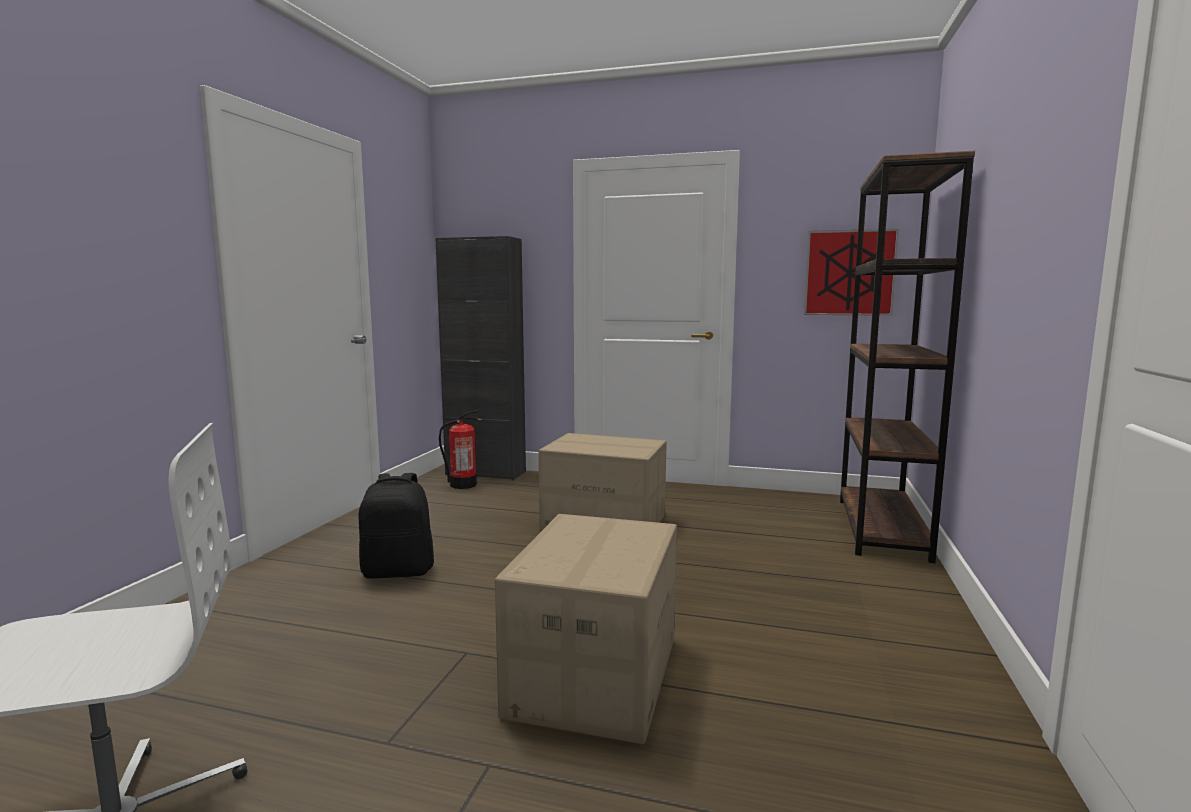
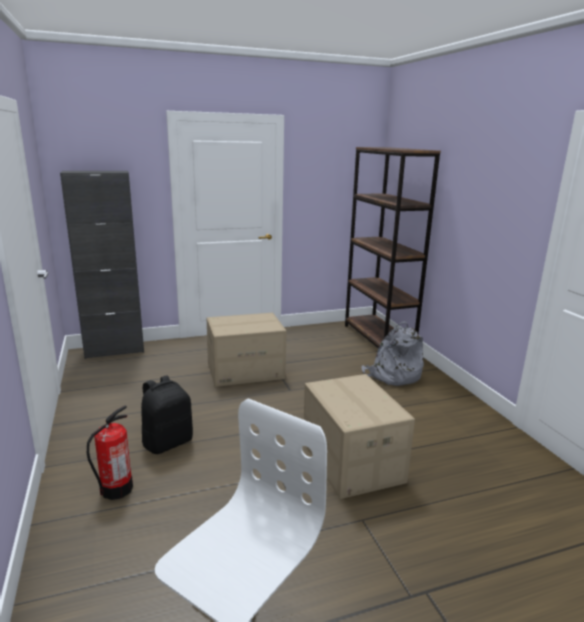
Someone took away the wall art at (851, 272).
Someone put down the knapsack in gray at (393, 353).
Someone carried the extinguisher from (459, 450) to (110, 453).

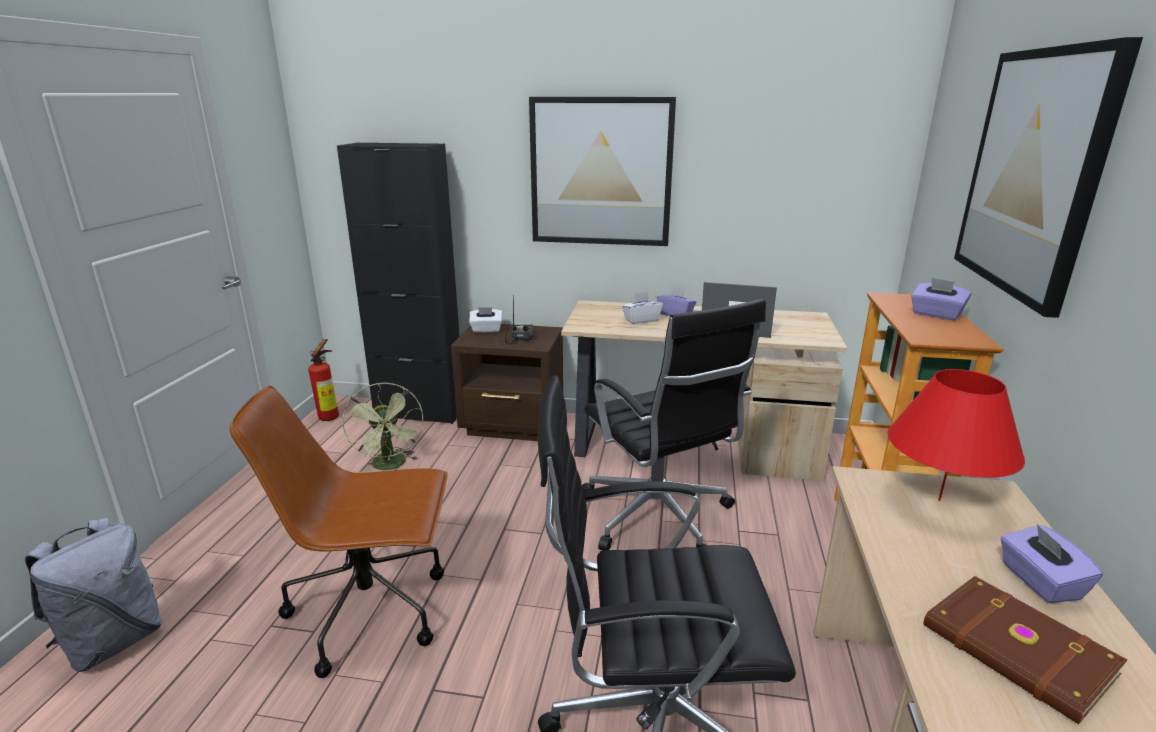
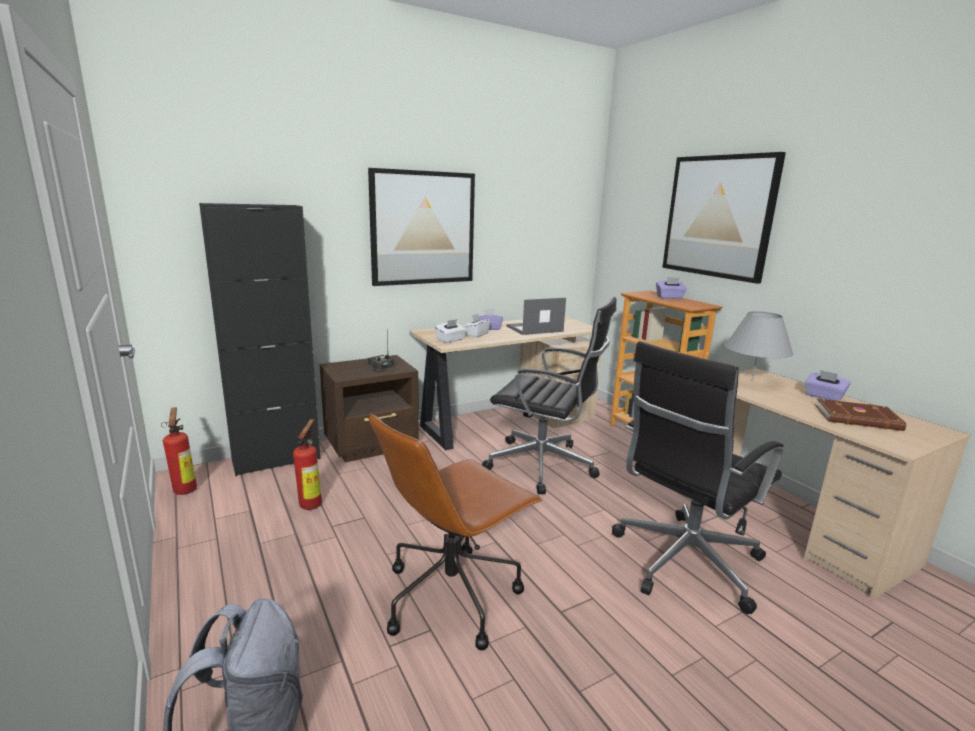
Someone carried the box of tissues in whitish from (485, 320) to (450, 331).
Someone swapped the fan in greenish at (383, 428) for the extinguisher at (307, 464).
Someone repainted the tabletop lamp in reddish at (956, 435), which became the tabletop lamp in gray at (759, 346).

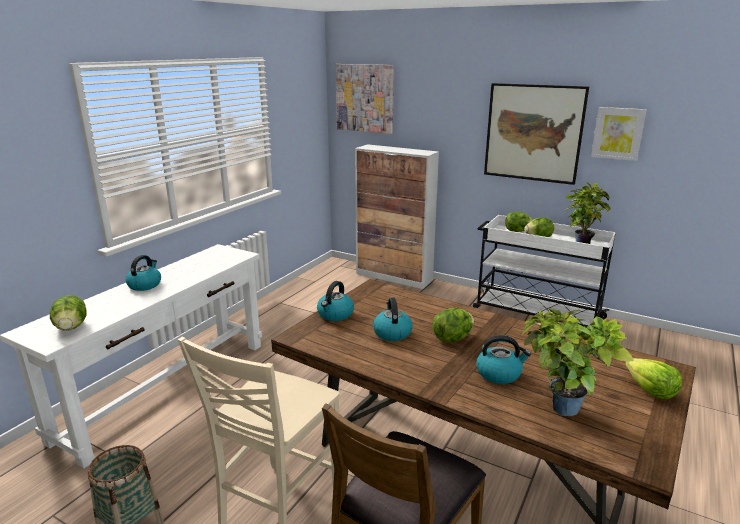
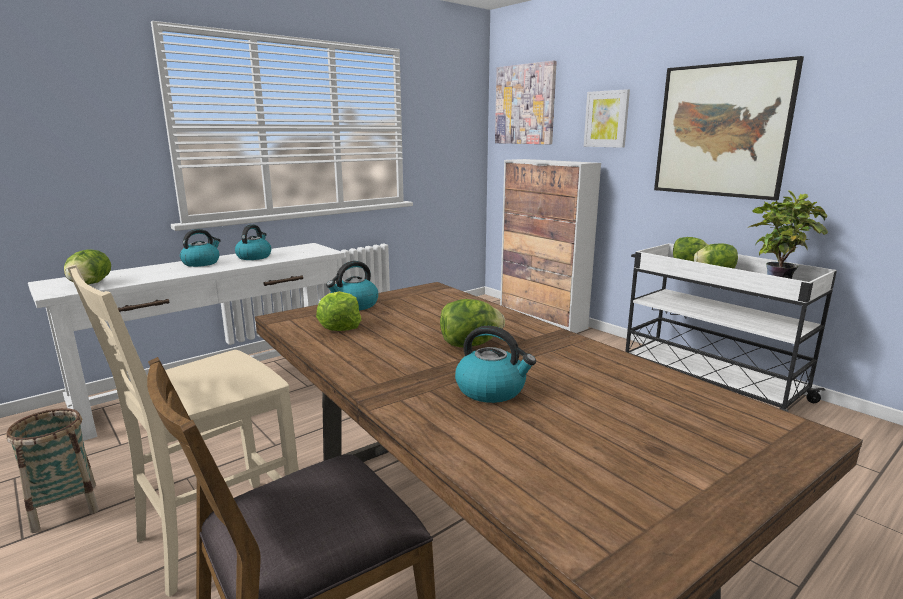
Someone took away the plant in a pot at (578, 362).
Someone carried the kettle from (393, 319) to (253, 242).
Someone carried the wall art from (619, 134) to (607, 118).
Someone carried the lettuce head from (653, 378) to (338, 311).

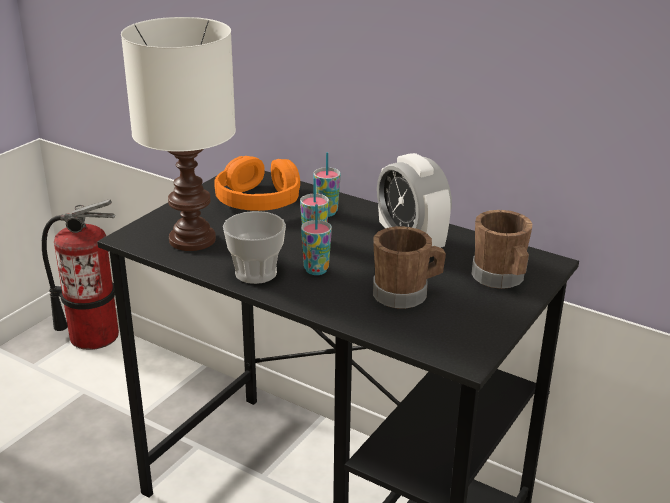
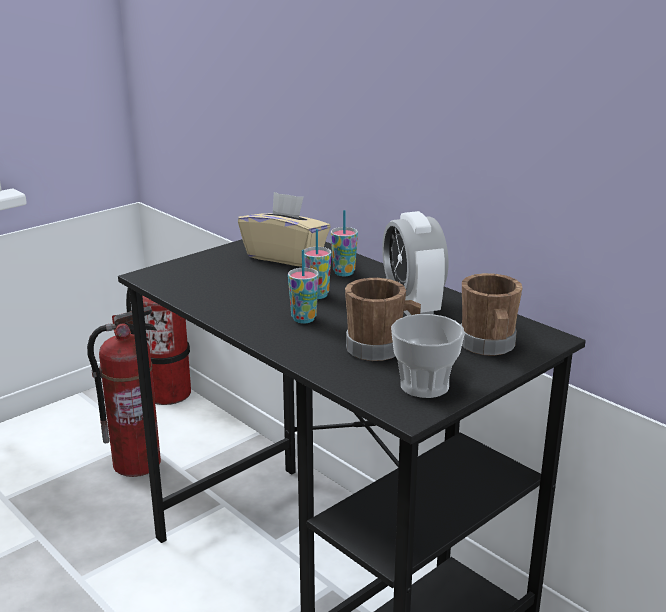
Someone took away the tabletop lamp in whitish at (178, 134).
Someone put down the extinguisher at (124, 391).
Someone carried the cup from (254, 247) to (428, 356).
Someone swapped the headphones in orangey at (257, 183) for the box of tissues in beige-coloured at (284, 229).

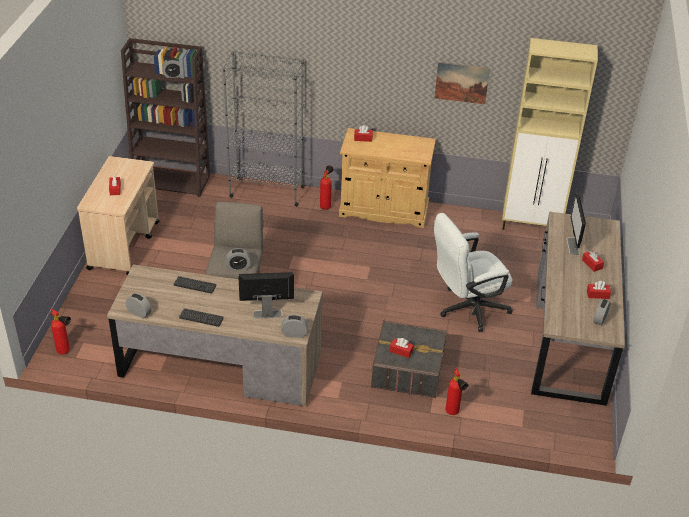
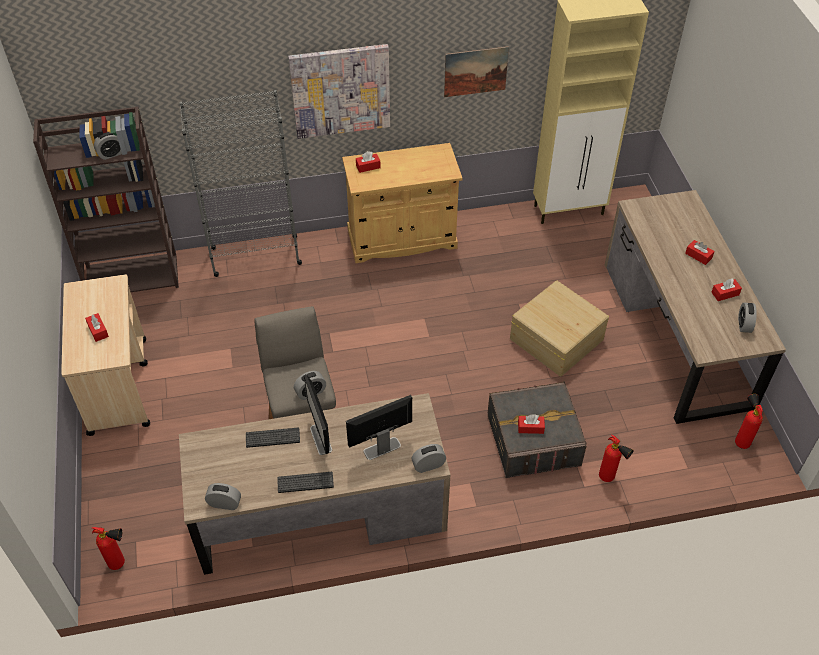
Someone put up the wall art at (339, 91).
Someone carried the extinguisher from (327, 187) to (749, 421).
Someone carried the computer screen from (576, 224) to (318, 414).
Someone swapped the computer chair in whitish at (473, 272) for the storage container in beige-coloured at (559, 329).

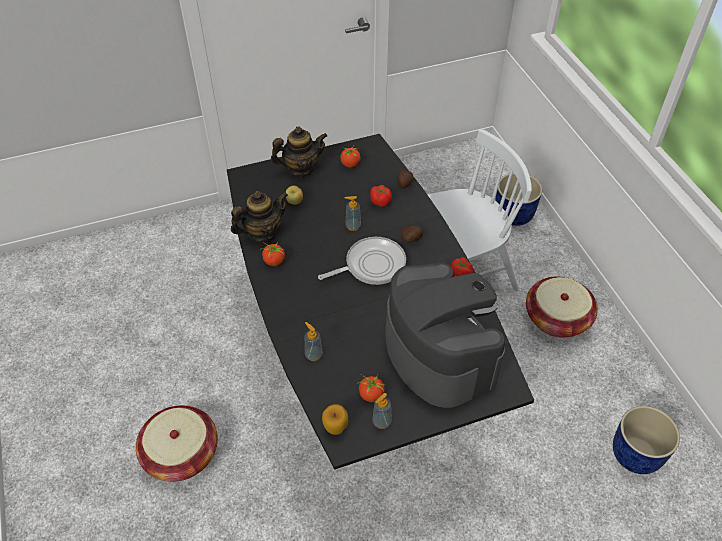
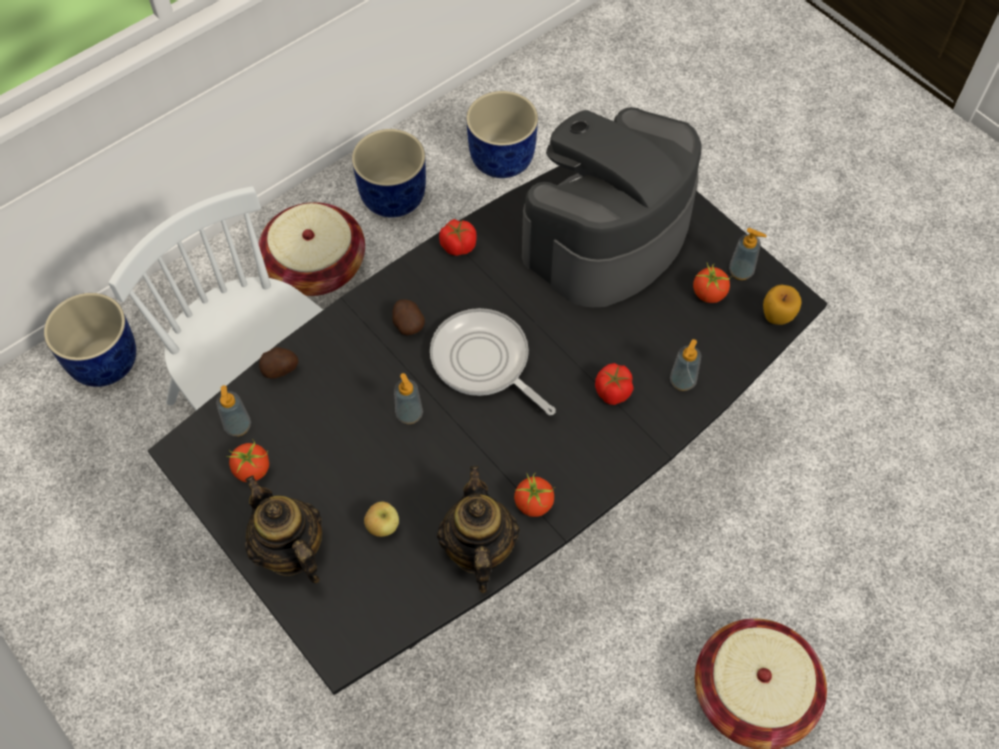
Someone put down the liquid soap bottle at (233, 410).
Someone put down the flower pot in blue at (389, 173).
Someone carried the fresh tomato from (381, 196) to (614, 384).
Someone rotated the pot for tea at (259, 217) by 45 degrees clockwise.

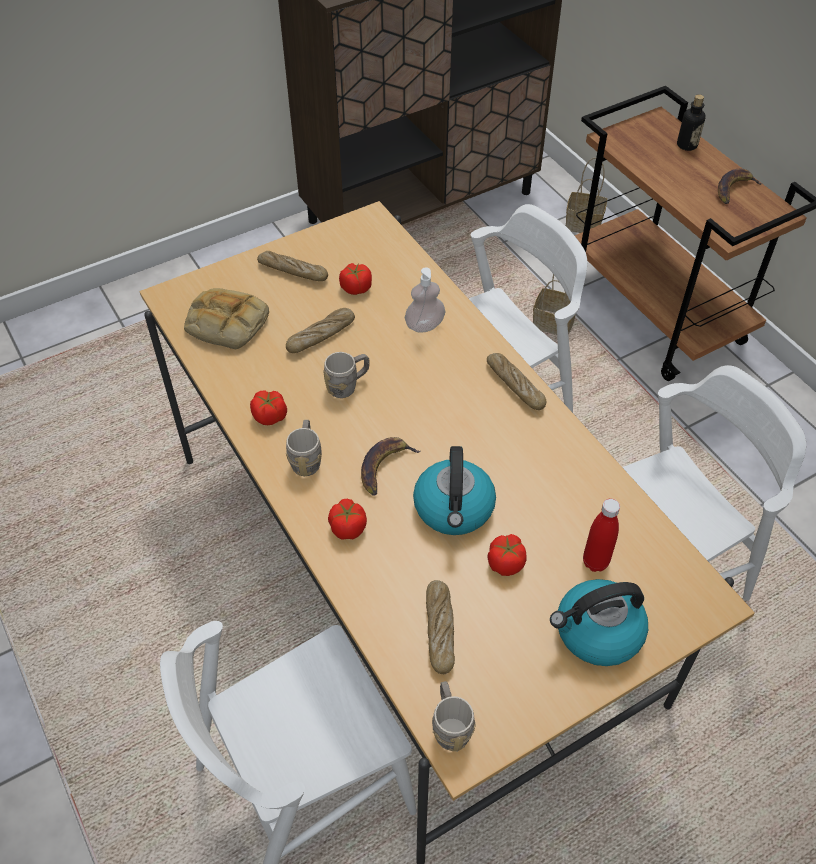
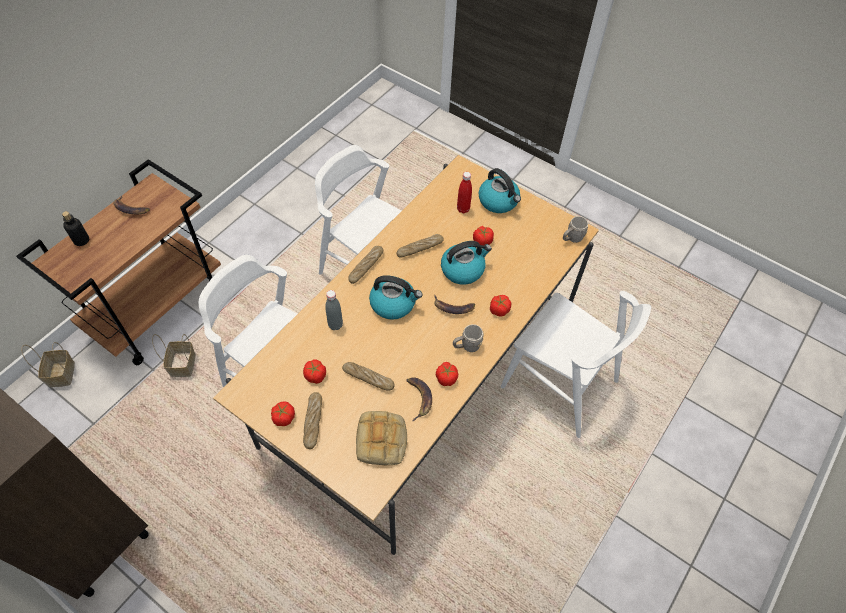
Someone took away the tea mug in gray at (346, 375).
Someone put down the fresh tomato at (283, 413).
Someone put down the kettle at (395, 297).
Someone put down the banana fruit at (419, 399).
Someone carried the bakery bread from (440, 627) to (420, 246).
Someone swapped the liquid soap bottle at (425, 300) for the drink bottle in gray at (334, 310).

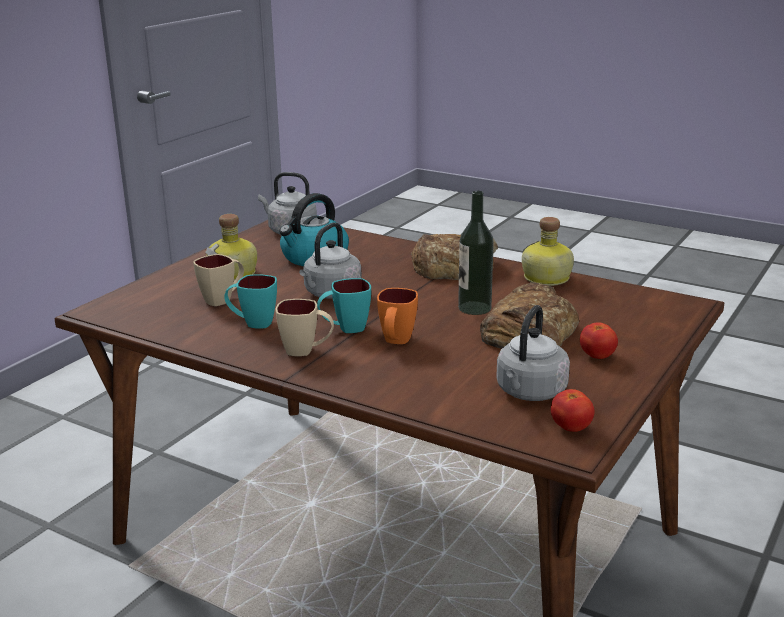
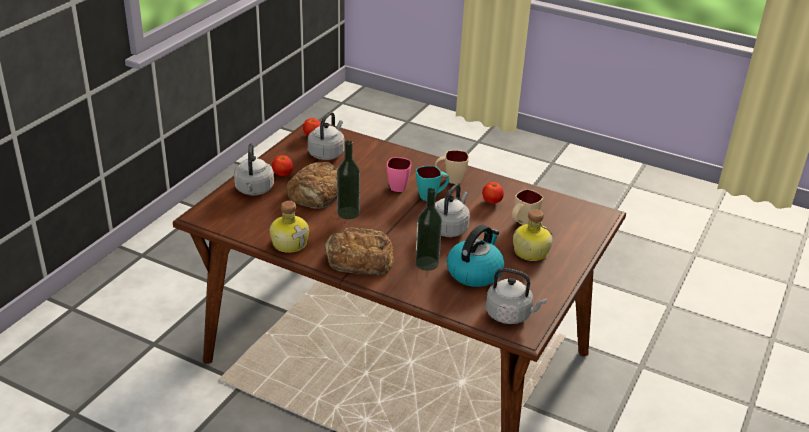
Someone put down the kettle in gray at (254, 169).
Someone put down the drink bottle at (428, 229).
Someone swapped the tea mug in turquoise at (250, 301) for the fresh tomato at (493, 192).
Someone repainted the tea mug in orangey at (397, 316), which became the tea mug in pinkish at (399, 174).

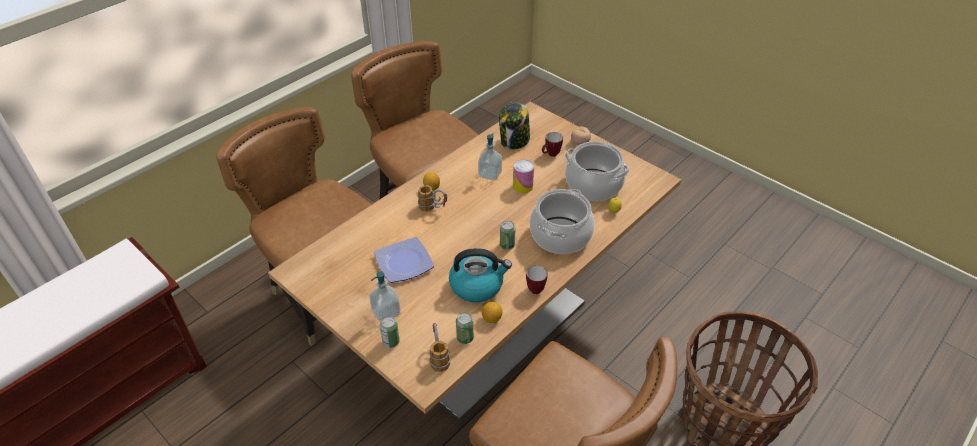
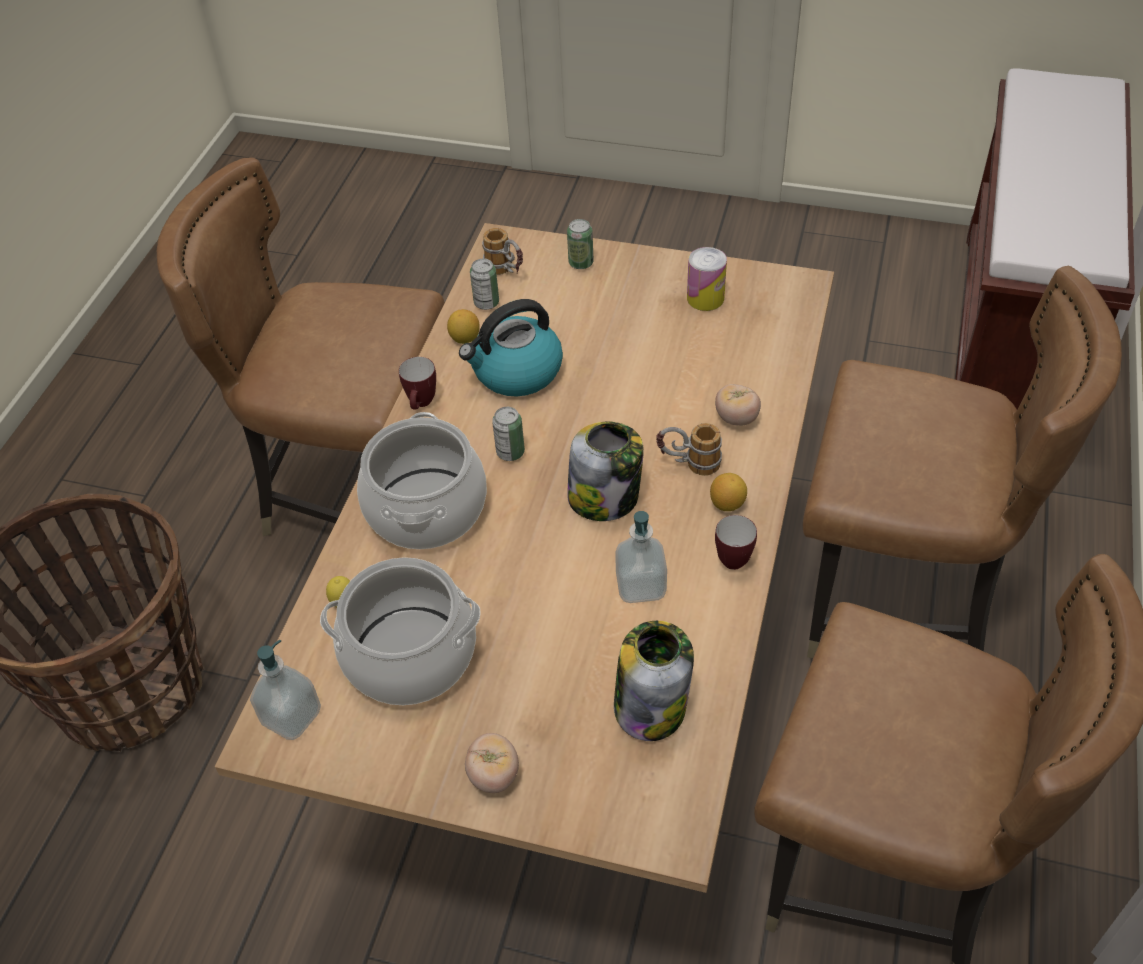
Someone took away the plate at (404, 260).
Someone put down the jar at (605, 471).
Someone put down the fresh tomato at (738, 405).
Someone carried the liquid soap bottle from (385, 296) to (285, 690).
Someone carried the metal can from (523, 176) to (707, 279).
Someone carried the tea mug from (552, 144) to (736, 542).

